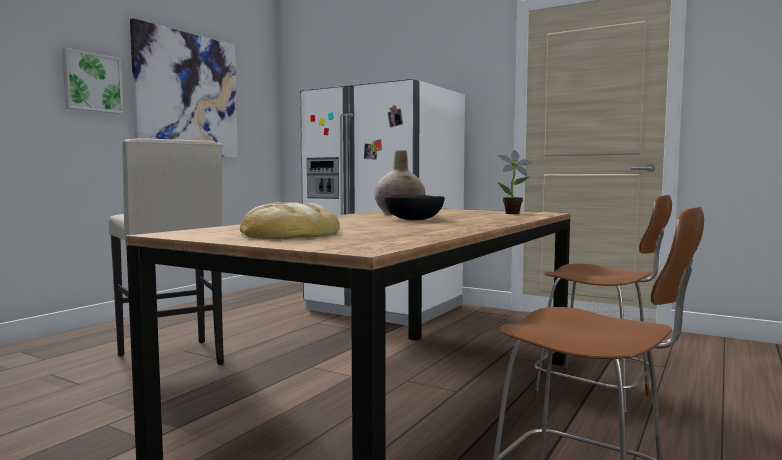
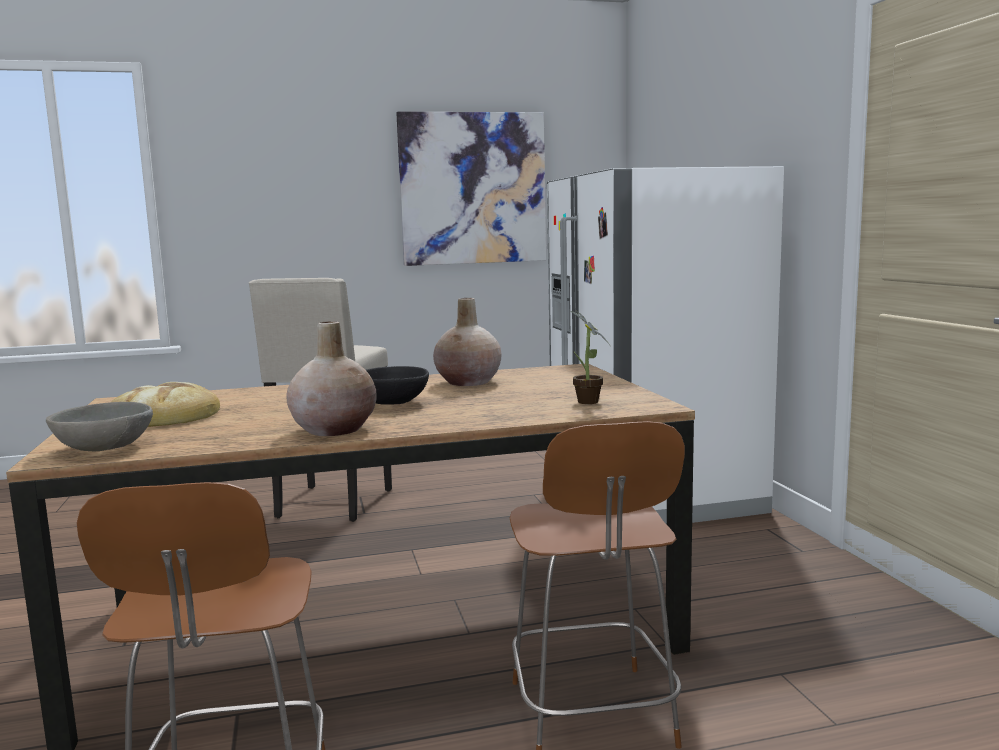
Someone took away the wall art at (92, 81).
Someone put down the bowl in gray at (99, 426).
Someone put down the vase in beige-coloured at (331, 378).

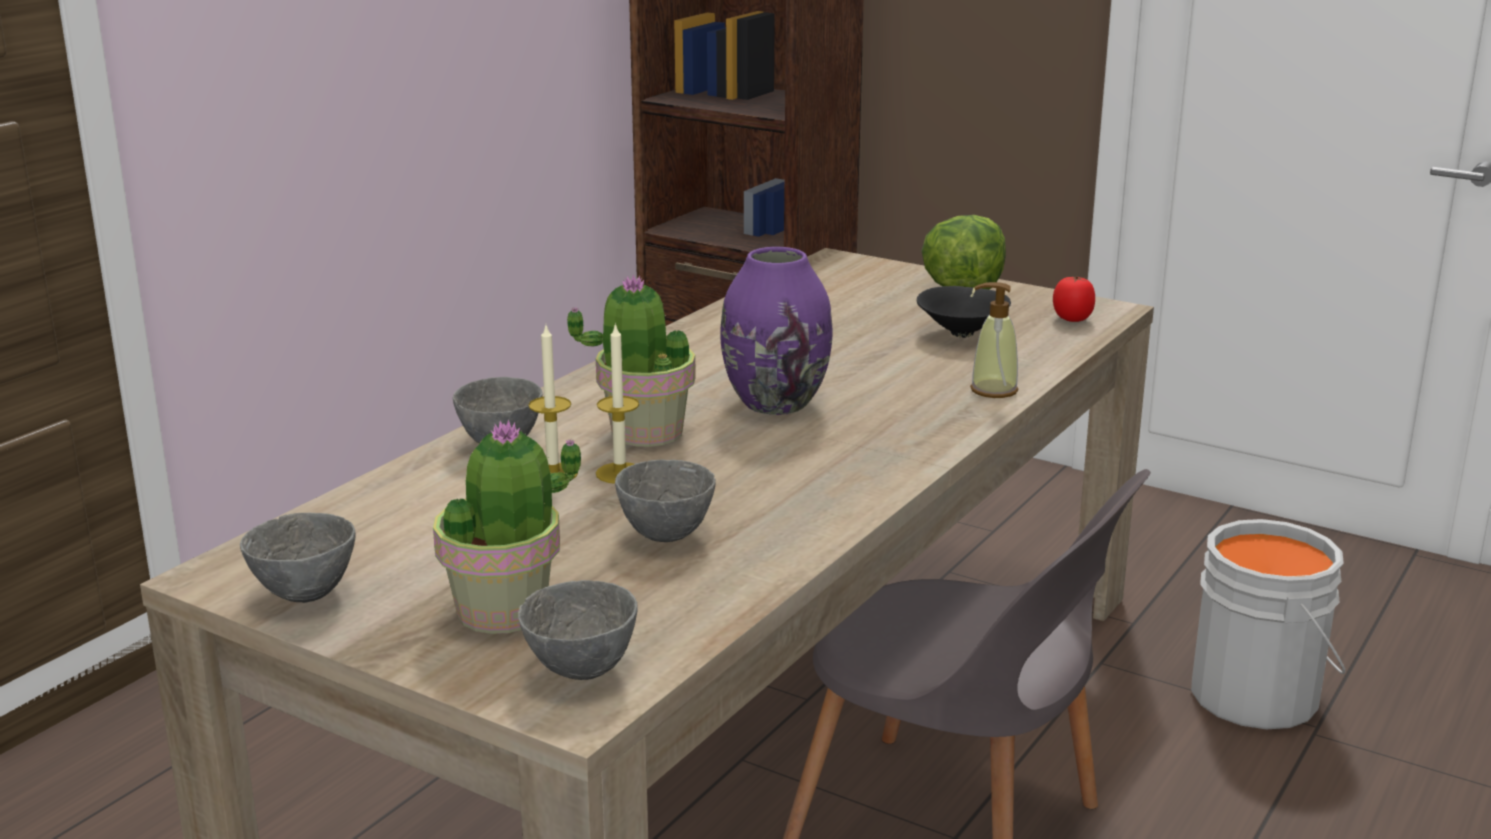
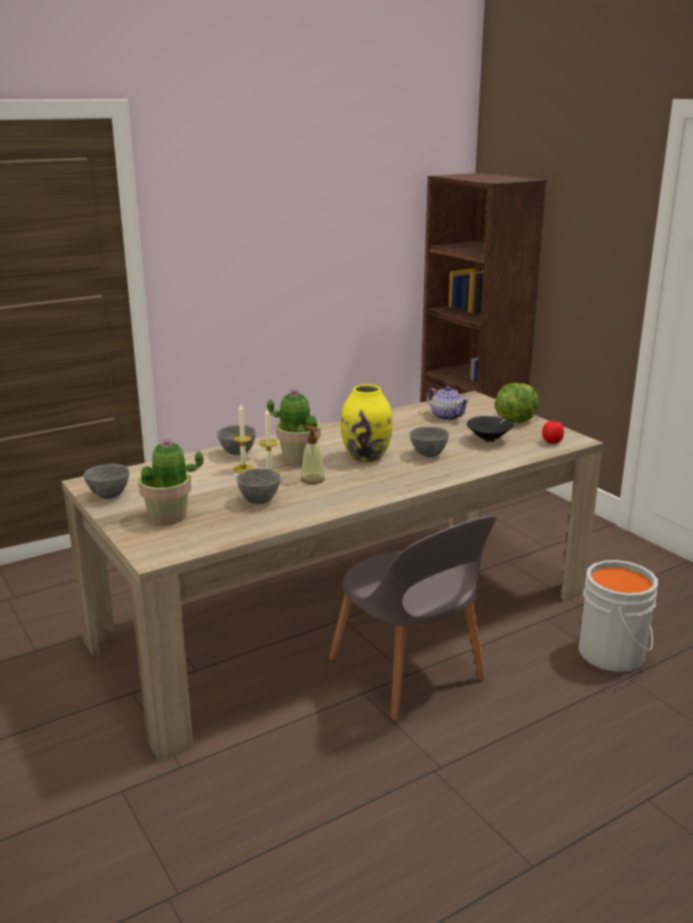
Someone put down the pot for tea at (448, 403).
Someone carried the bowl in gray from (578, 630) to (429, 442).
Someone carried the liquid soap bottle from (994, 340) to (313, 454).
Someone repainted the vase in purple at (776, 331), which became the vase in yellowish at (367, 423).

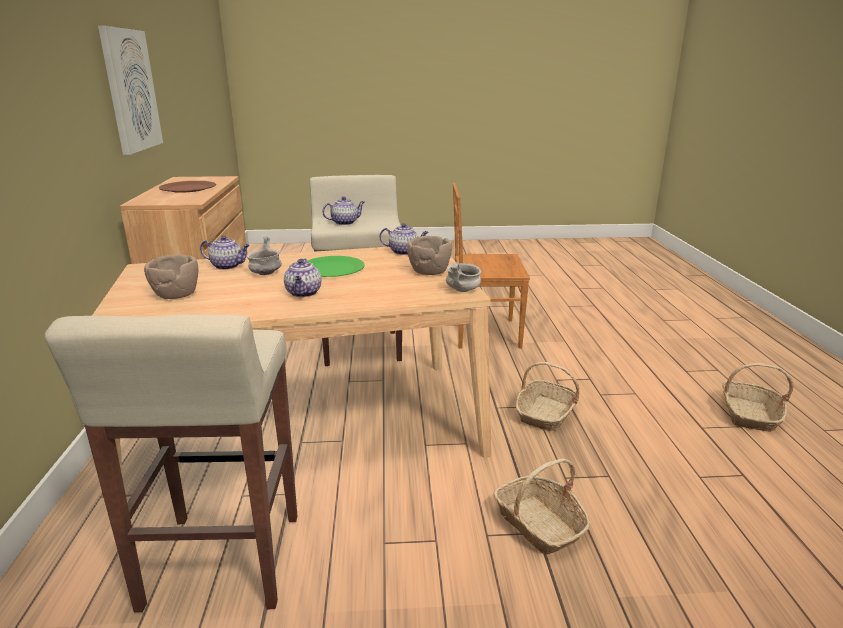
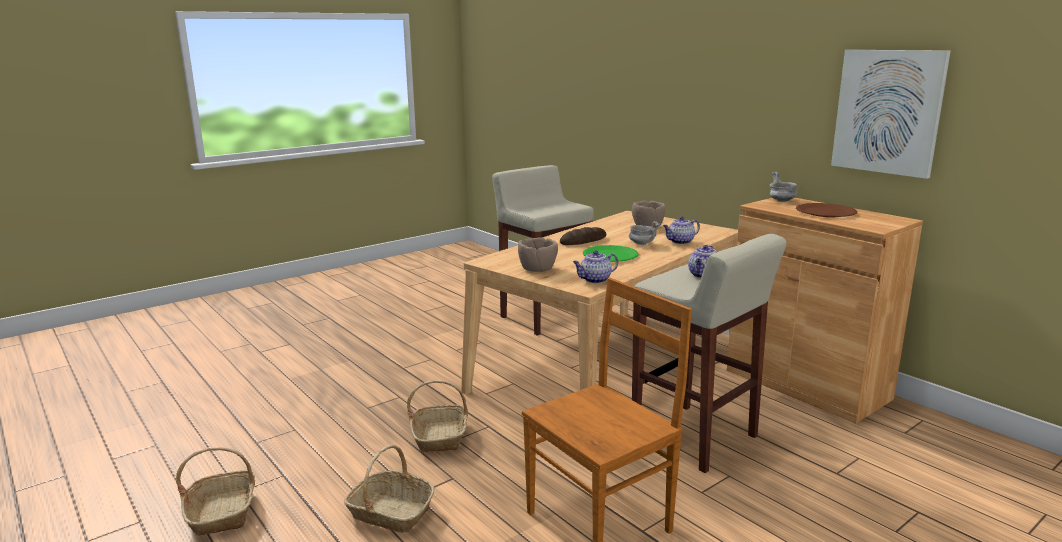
Someone carried the bowl in gray from (464, 277) to (783, 187).
Someone carried the storage basket from (541, 507) to (389, 489).
Someone swapped the pot for tea at (302, 277) for the bakery bread at (583, 236).

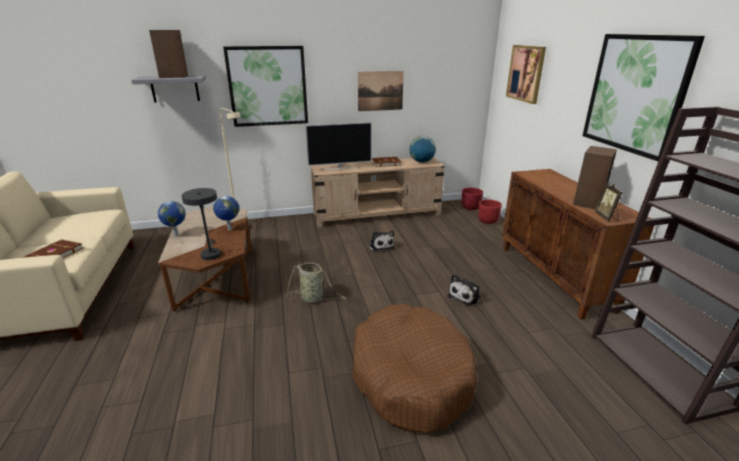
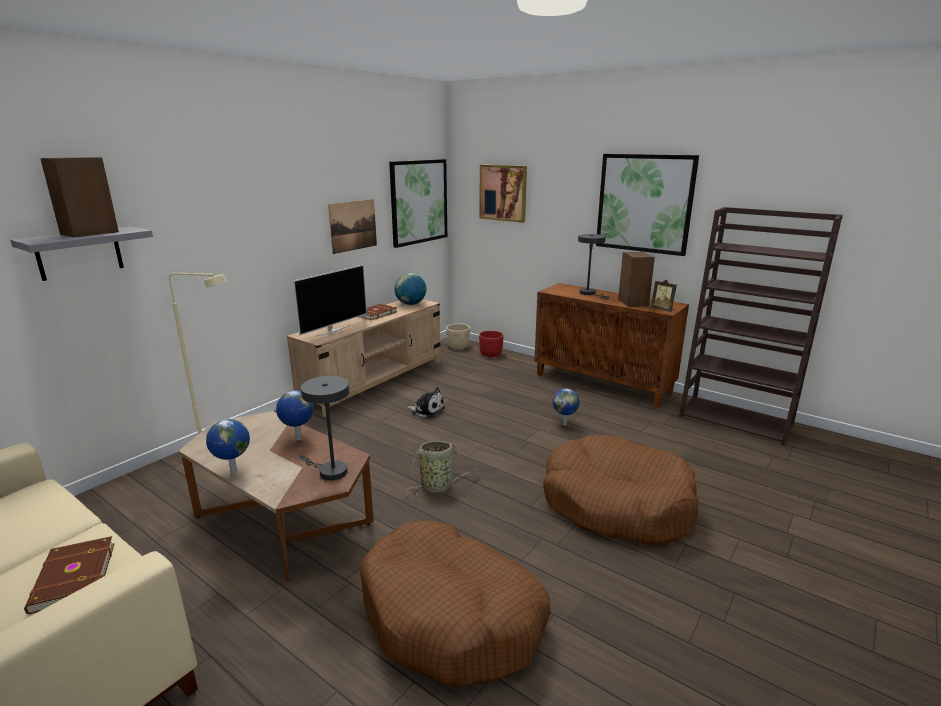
Someone put down the dog cushion in brown at (455, 603).
Someone put down the tabletop lamp in gray at (593, 266).
Someone carried the wall art from (265, 86) to (418, 203).
Someone swapped the cuddly toy at (464, 290) for the globe at (566, 407).
Someone repainted the flower pot in reddish at (472, 199), which became the flower pot in beige-coloured at (458, 336).

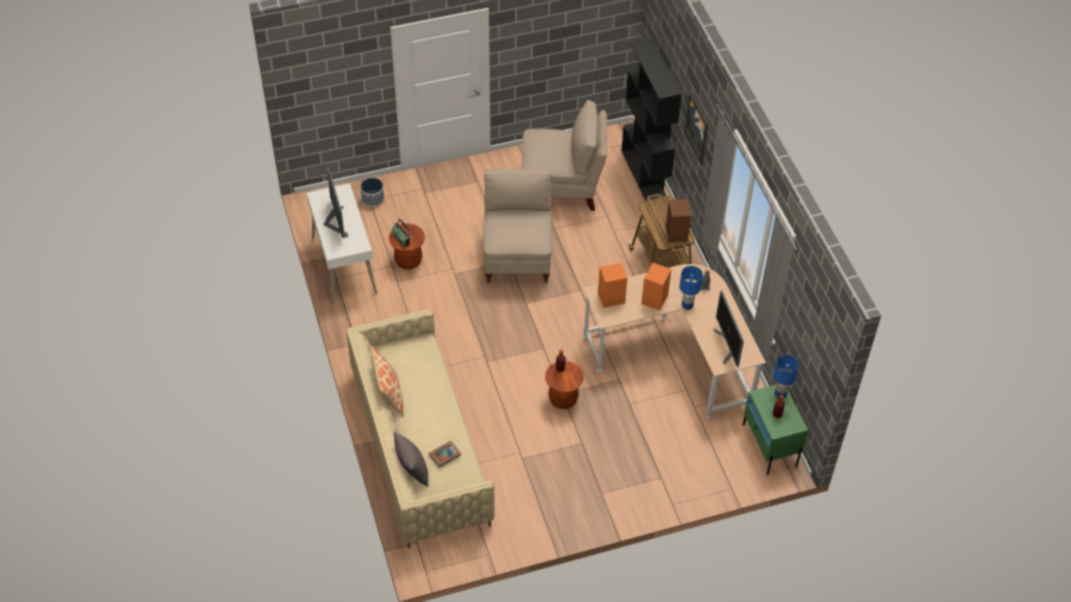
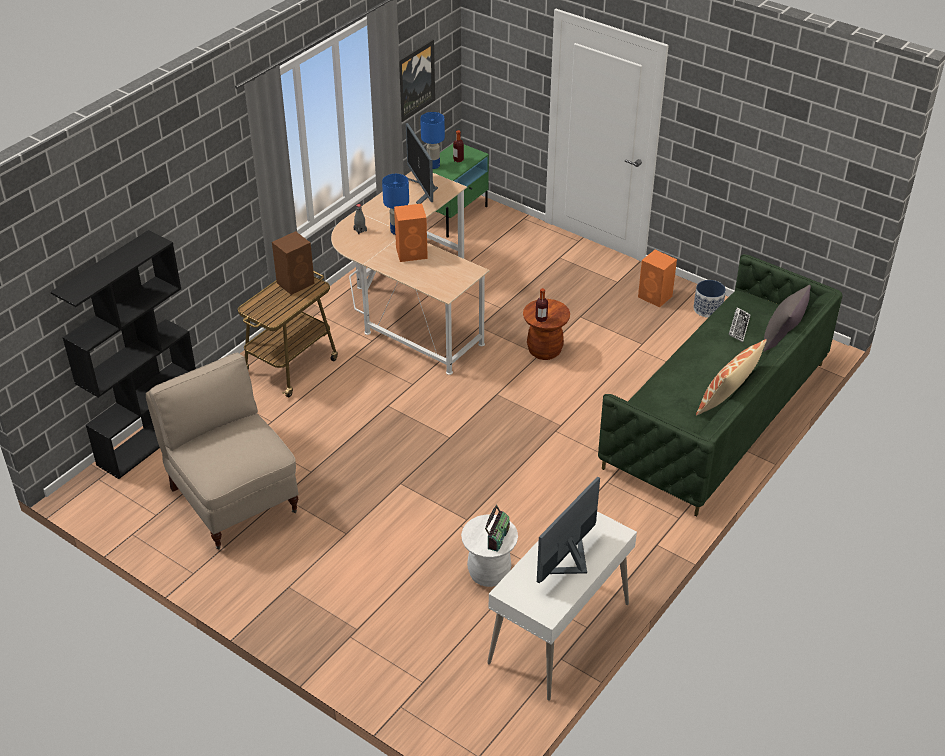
Someone took away the chair in beige-coloured at (517, 226).
Someone carried the flower pot from (372, 192) to (709, 299).
Someone carried the loudspeaker in orangey from (612, 285) to (657, 278).
Someone carried the wall art from (696, 129) to (417, 80).
Someone swapped the book at (445, 454) for the keyboard at (740, 324).
Someone repainted the sofa in beige-coloured at (420, 428), which became the sofa in greenish at (720, 385).
Someone repainted the stool in brown at (407, 247), which became the stool in whitish at (489, 550).
Someone rotated the computer screen at (728, 329) by 120 degrees clockwise.

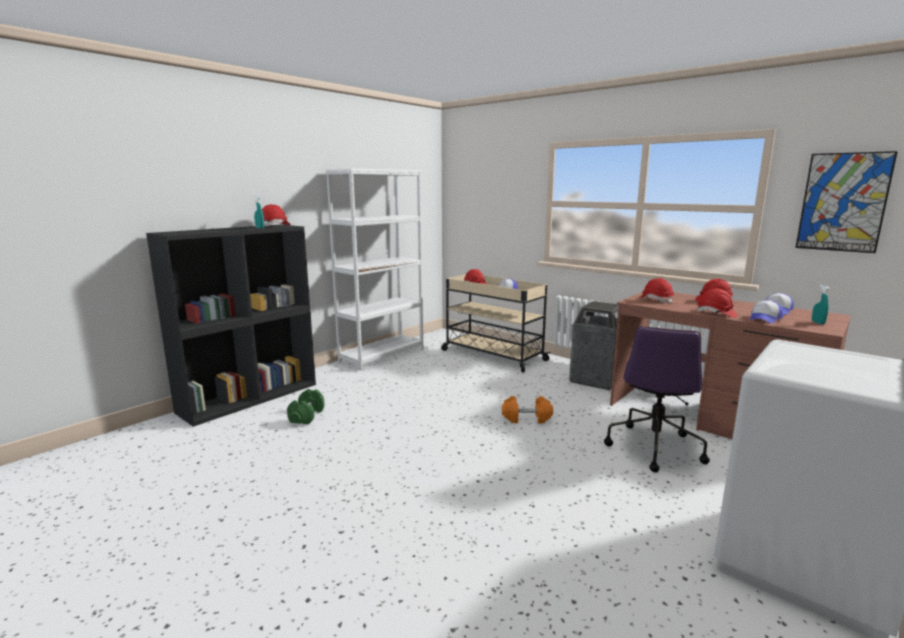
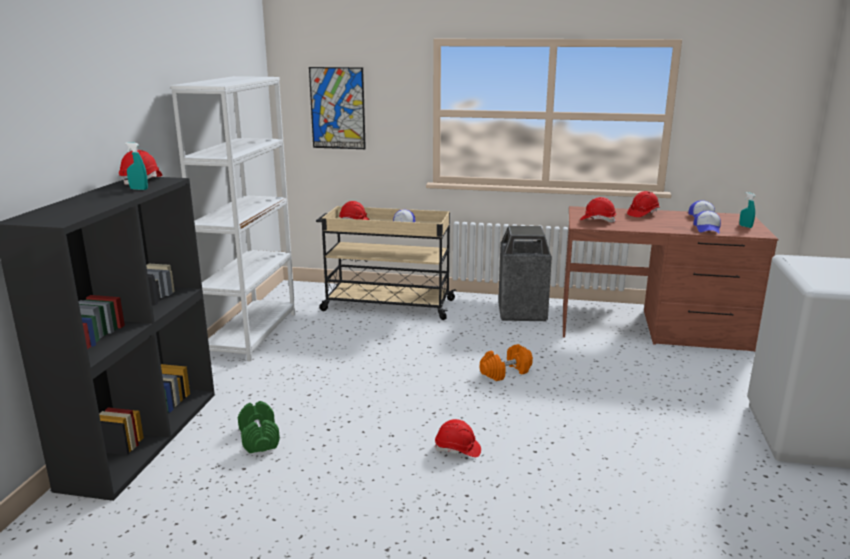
Someone took away the computer chair in purple at (657, 399).
Someone carried the work helmet in reddish from (717, 303) to (457, 438).
Someone carried the wall art from (846, 202) to (337, 108).

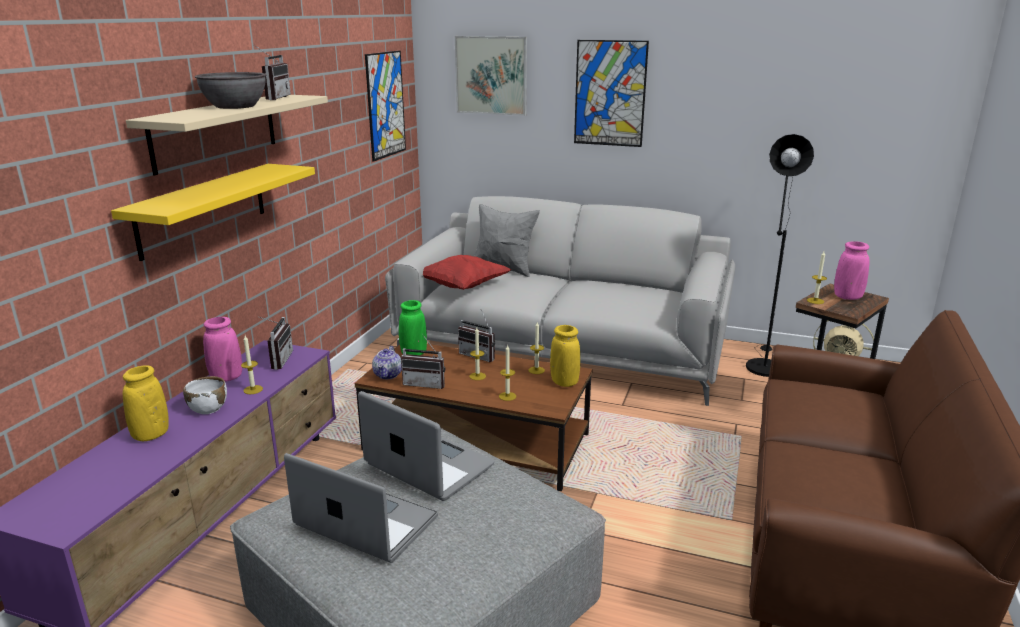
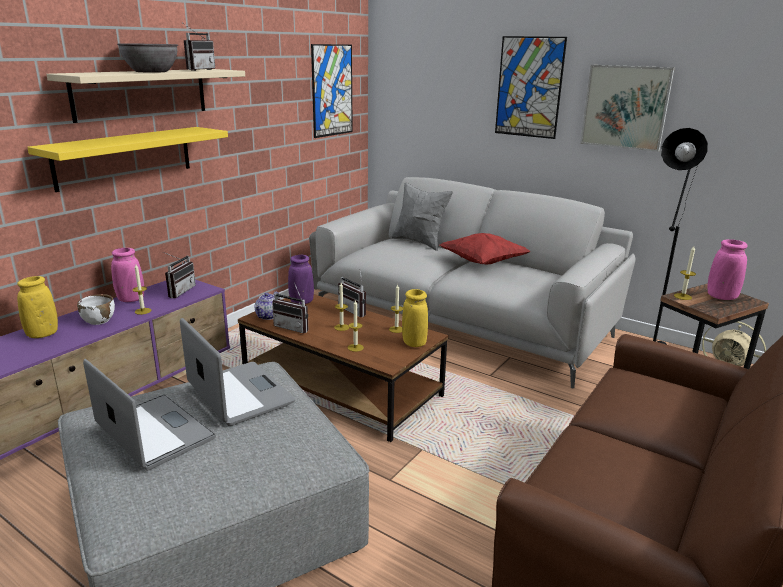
Someone carried the pillow in reddish from (467, 272) to (485, 249).
Someone carried the wall art from (491, 76) to (627, 108).
Someone repainted the vase in greenish at (413, 327), which became the vase in purple at (301, 279).

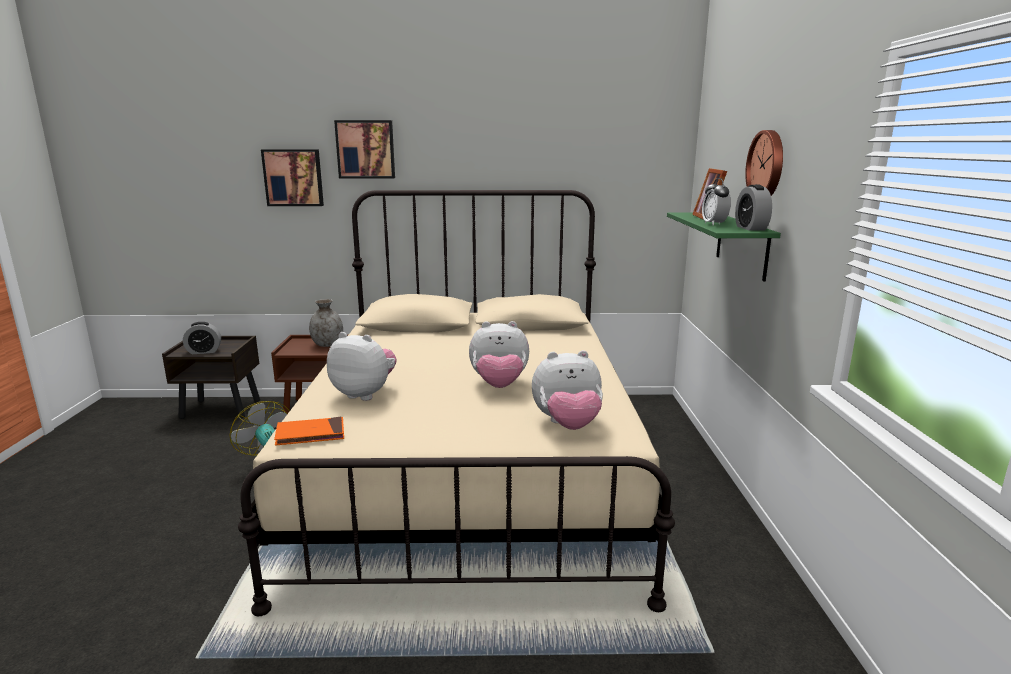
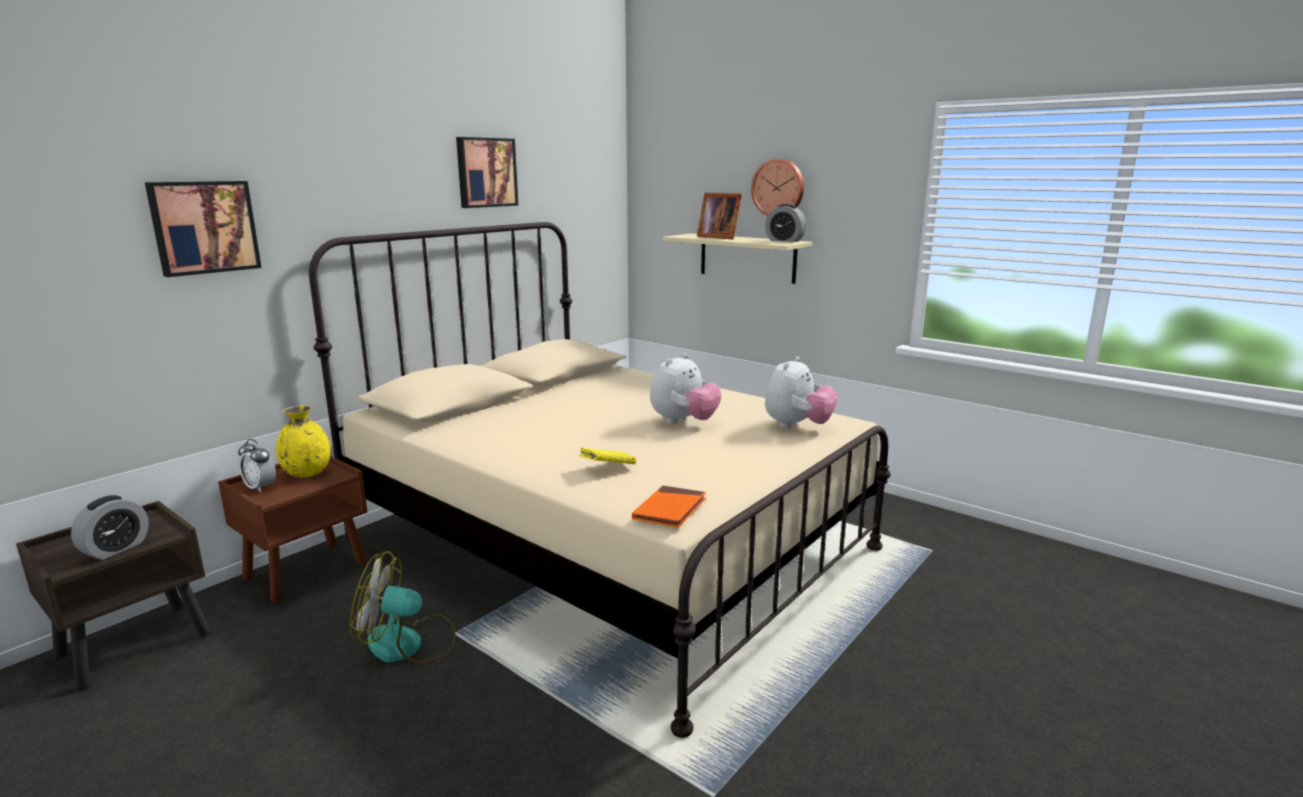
Someone carried the wall art from (364, 149) to (487, 172).
Someone carried the bedside clock from (716, 202) to (257, 466).
Someone swapped the cuddly toy at (362, 366) for the book in yellowish at (607, 456).
Someone repainted the vase in gray at (326, 323), which became the vase in yellowish at (303, 441).
Someone repainted the shelf in greenish at (724, 246), which became the shelf in beige-coloured at (737, 259).

